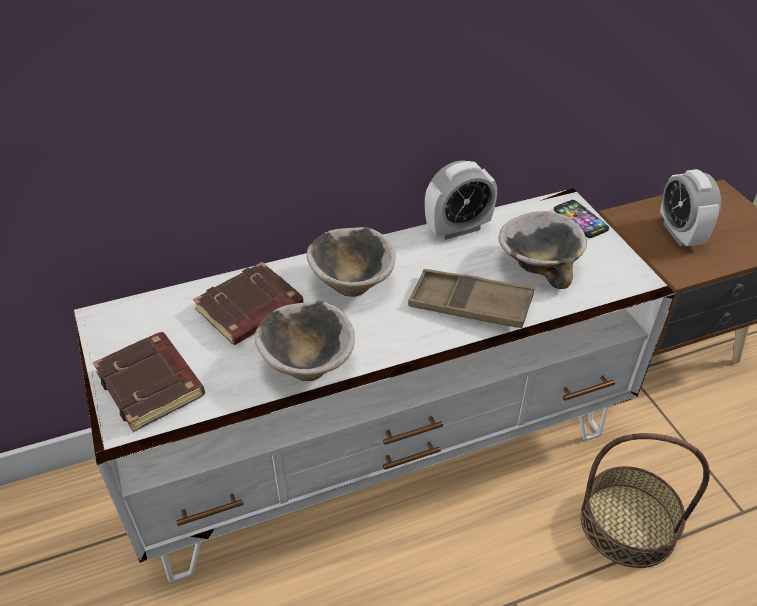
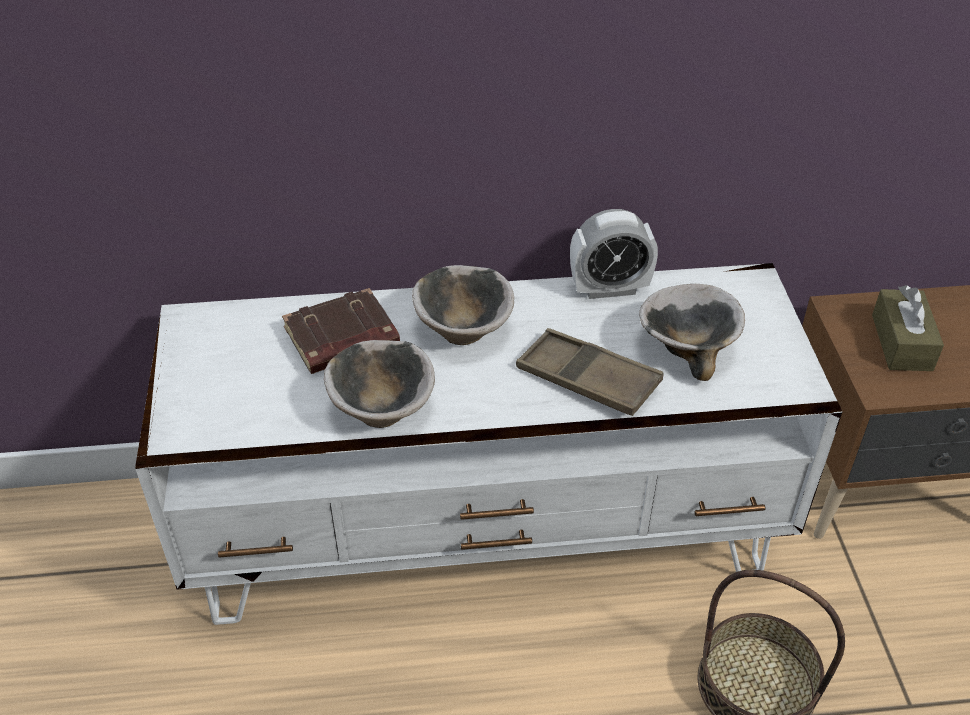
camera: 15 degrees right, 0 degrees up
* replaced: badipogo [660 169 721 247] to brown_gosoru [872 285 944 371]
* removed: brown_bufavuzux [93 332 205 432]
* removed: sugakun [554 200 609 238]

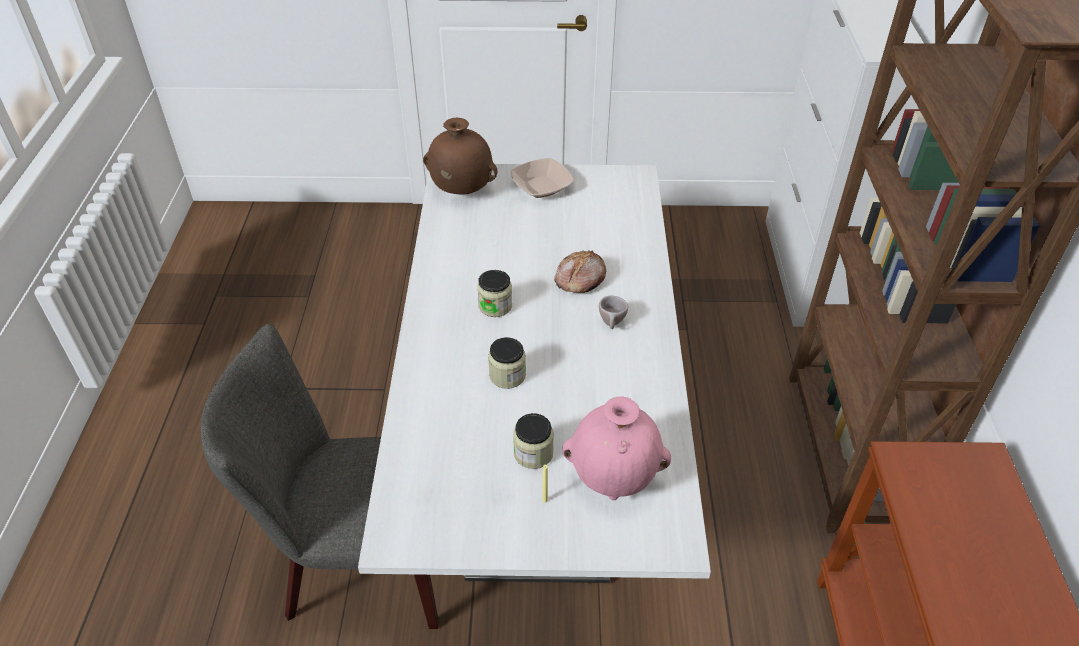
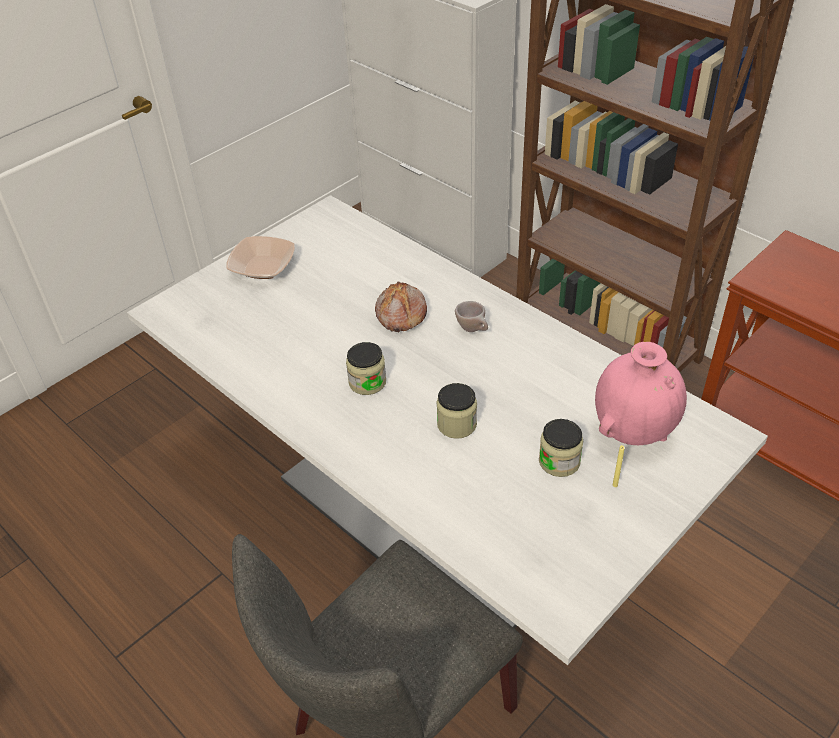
camera: 45 degrees left, 0 degrees up
* removed: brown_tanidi [423 118 497 195]

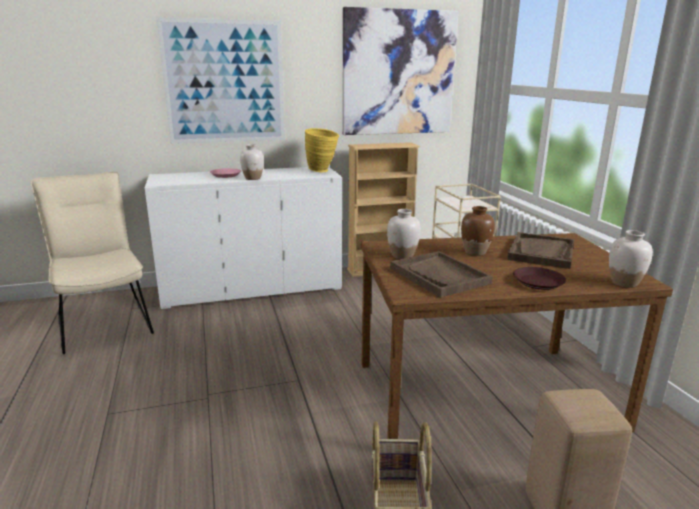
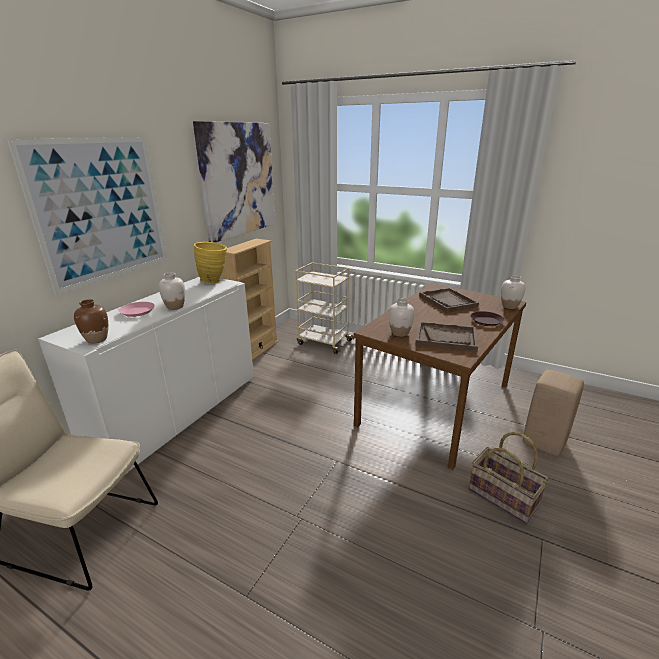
camera: 45 degrees left, 5 degrees up
* moved: brown_tanidi [461 206 495 256] to [74 299 108 344]

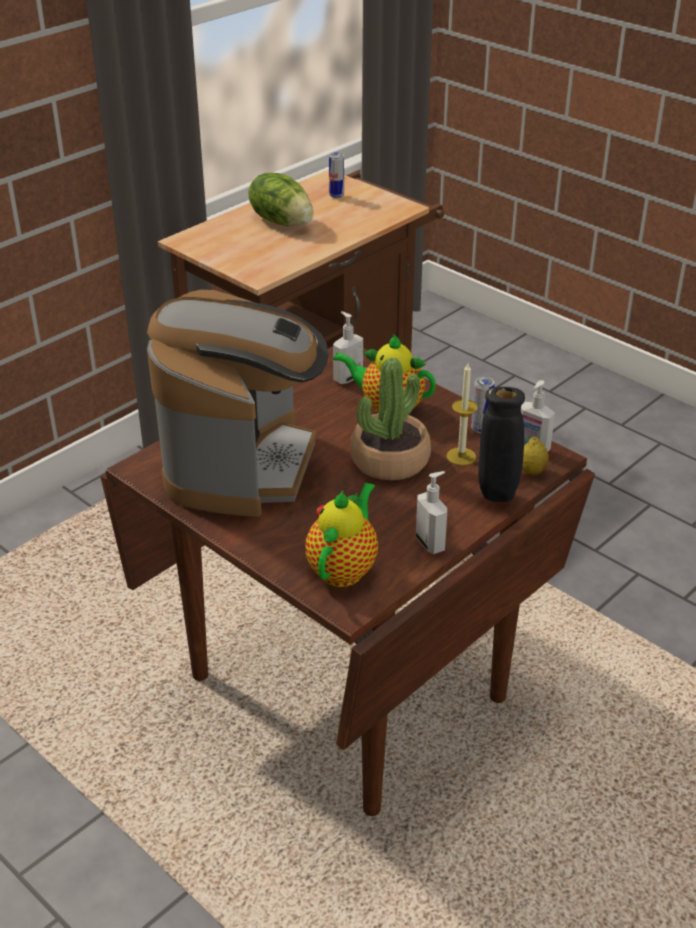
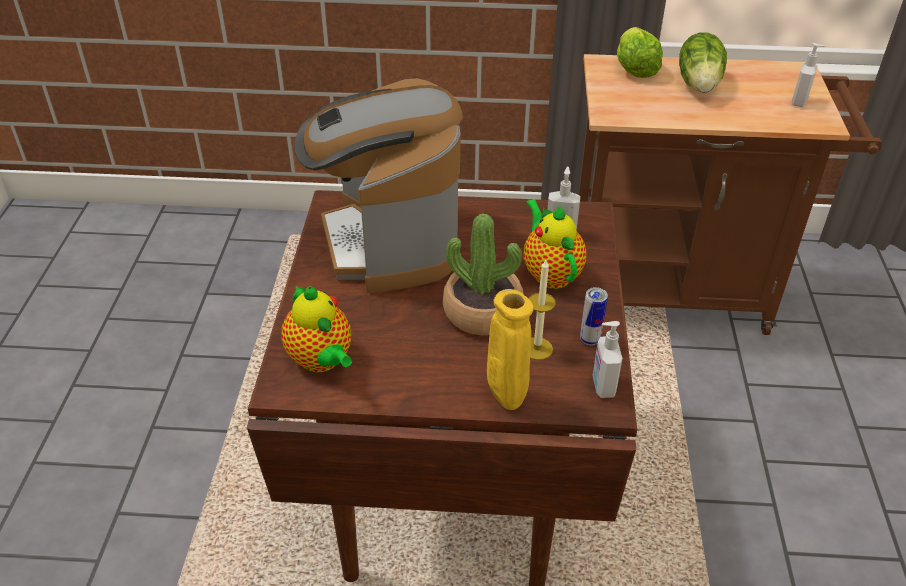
camera: 50 degrees right, 5 degrees up
* turned: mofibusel [305 483 378 587] = [281 286 352 372] 75 degrees clockwise
* turned: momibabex [147 290 329 517] = [294 78 463 293] 105 degrees clockwise
* recoloured: black_tanidi [478 387 525 502] to yellow_tanidi [487 289 534 410]
* added: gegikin [617 27 663 78]
* moved: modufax [416 471 447 554] to [792 43 825 107]
* removed: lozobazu [329 152 344 199]
* removed: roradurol [522 437 549 476]

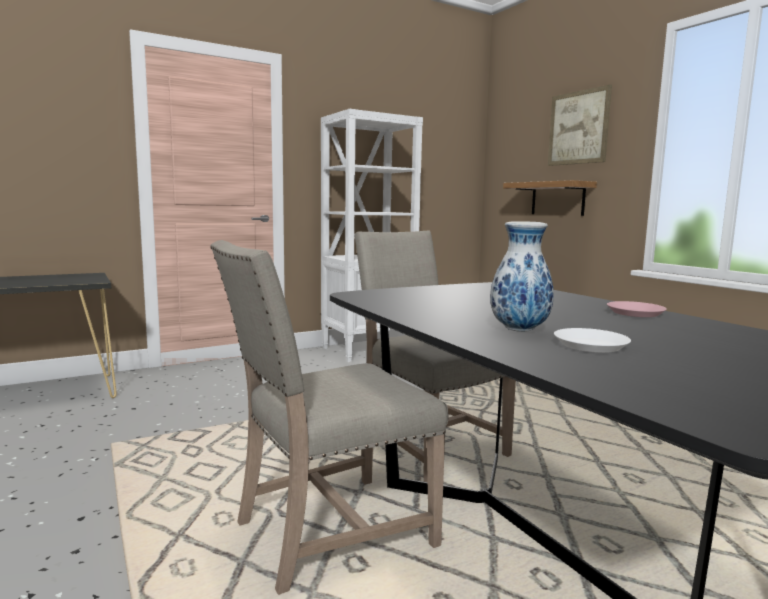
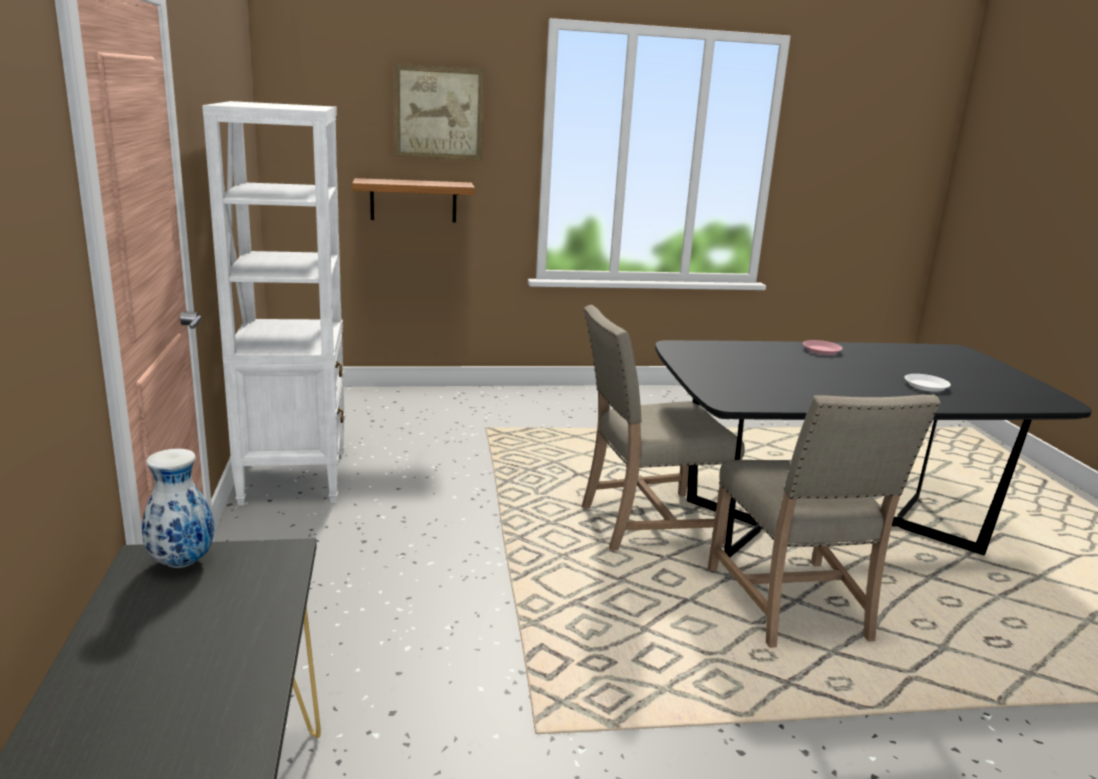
camera: 70 degrees left, 10 degrees up
* moved: tanidi [490 221 554 332] to [142 449 214 568]

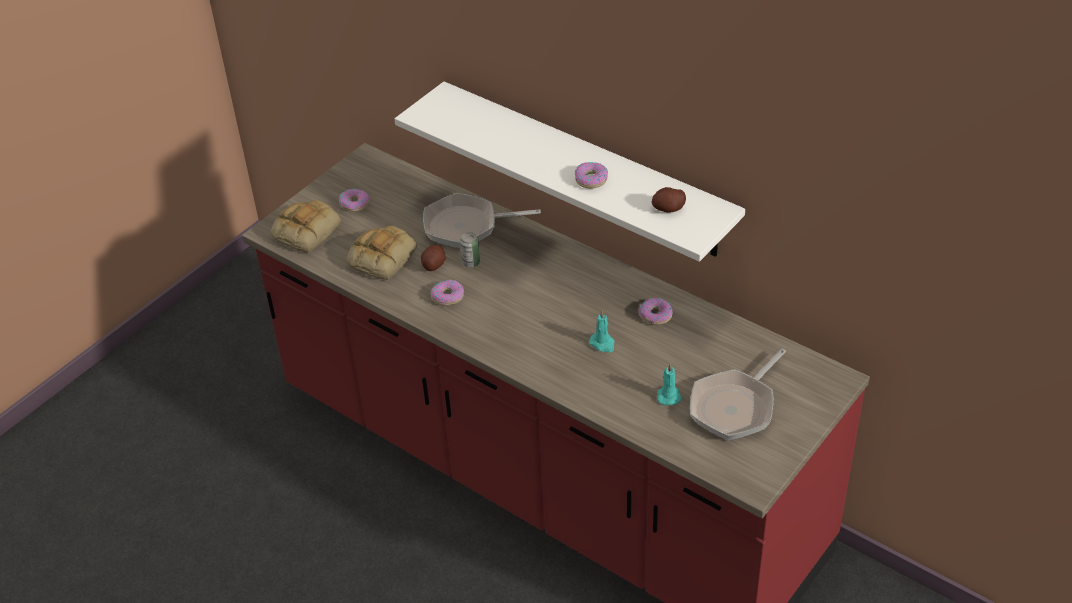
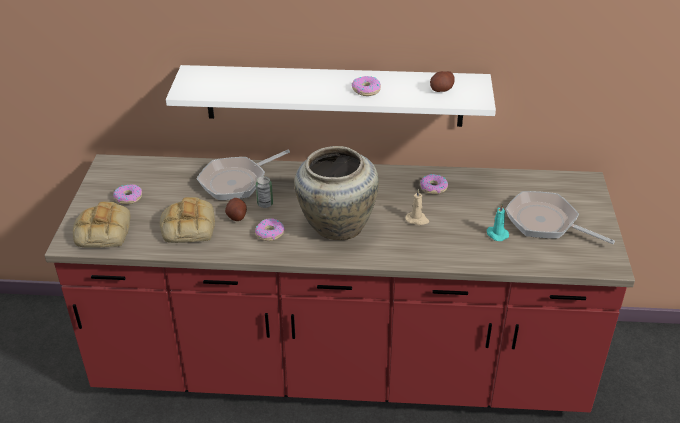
camera: 35 degrees left, 5 degrees down
* added: beige_tanidi [294 146 379 240]
* recoloured: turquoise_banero [589 311 615 353] to beige_banero [405 189 429 225]
* turned: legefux [690 349 786 440] = [505 191 615 244] 120 degrees clockwise

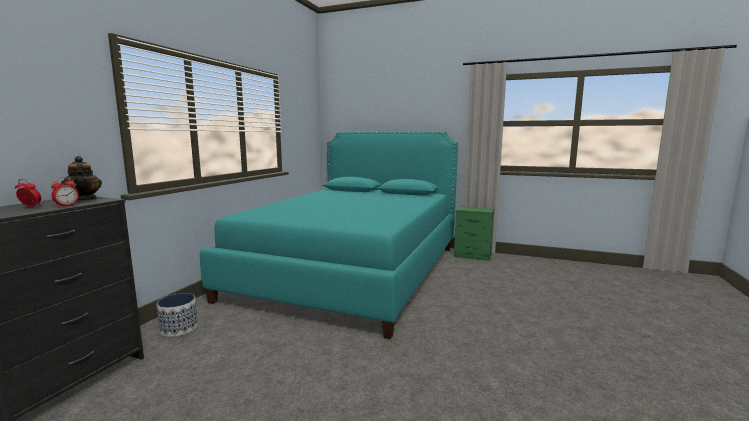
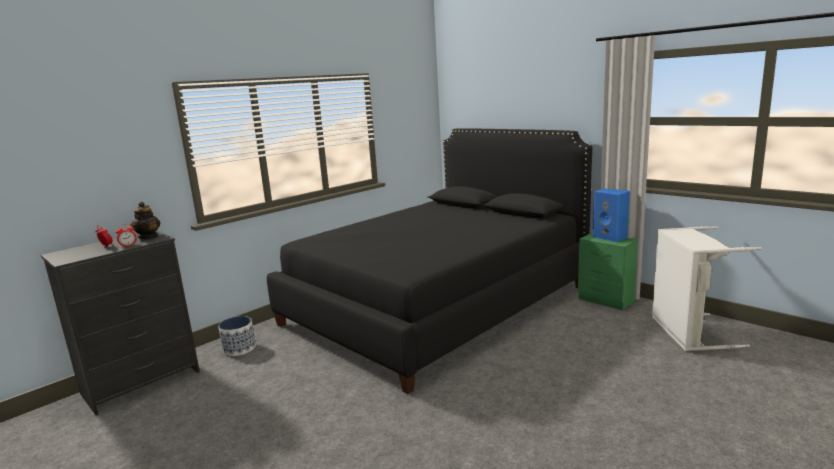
camera: 25 degrees right, 5 degrees up
* recoloured: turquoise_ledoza [200 131 458 339] to black_ledoza [267 128 592 394]
* added: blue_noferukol [593 188 630 242]
* added: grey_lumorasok [652 226 762 351]

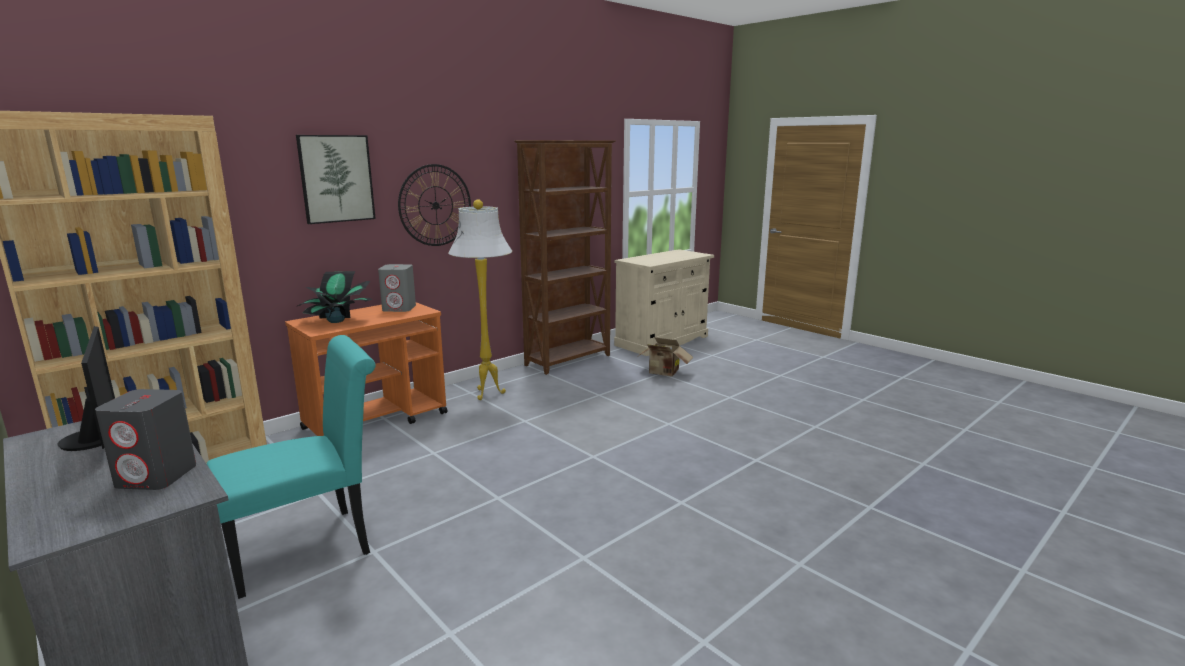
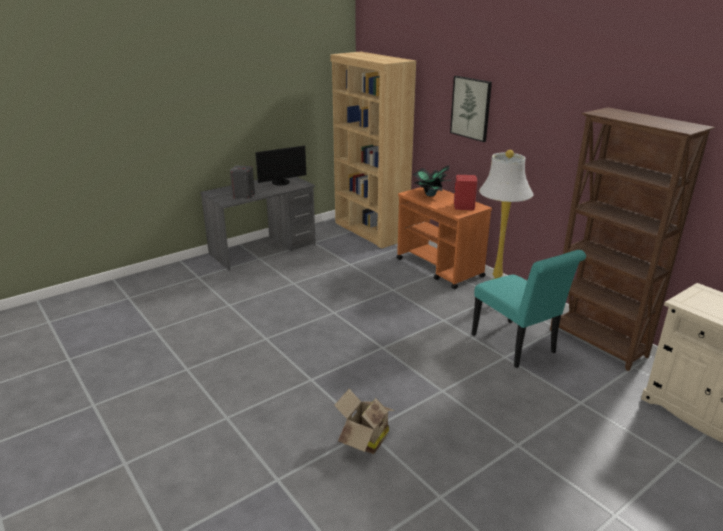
camera: 95 degrees right, 10 degrees up
* moved: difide [637 337 693 377] to [334 389 395 454]
* recoloured: grey_noferukol [378 264 416 312] to red_noferukol [454 175 477 210]
* moved: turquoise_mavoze [206 335 376 599] to [472 250 586 368]
* removed: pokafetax [398 164 471 246]

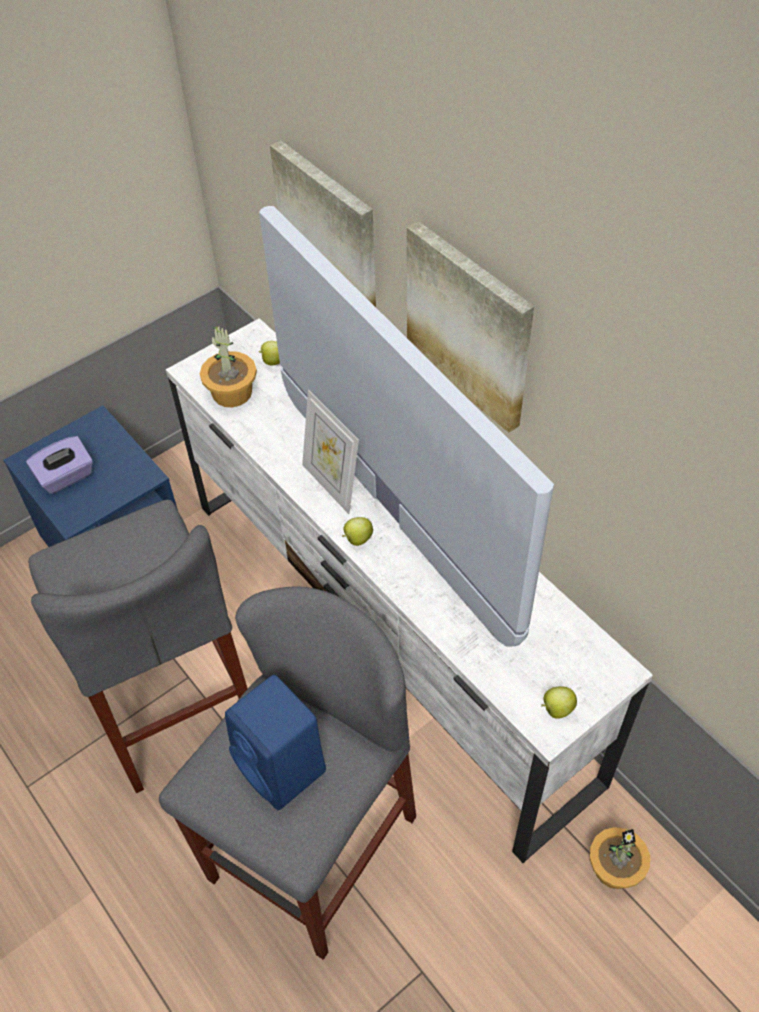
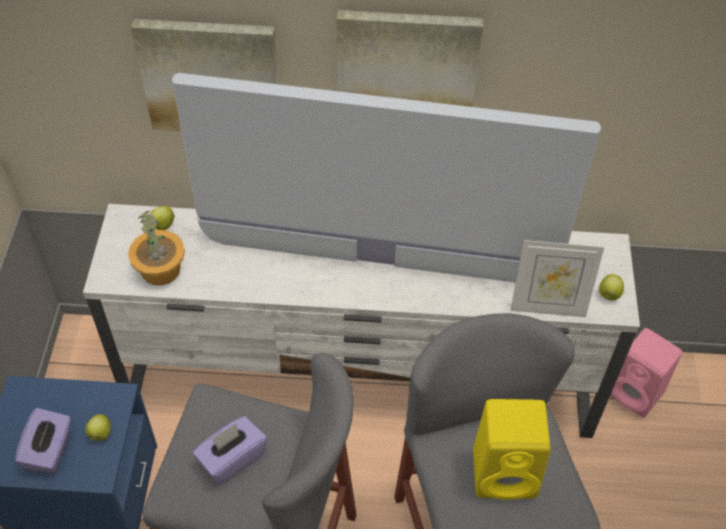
camera: 50 degrees left, 0 degrees up
* moved: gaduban [342 517 373 546] to [85 414 111 441]
* added: purple_gosoru [193 416 268 485]
* recoloured: blue_noferukol [225 675 326 810] to yellow_noferukol [473 399 551 500]
* moved: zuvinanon [302 390 359 514] to [511 240 604 317]
* replaced: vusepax [589 827 650 889] to pink_noferukol [610 328 682 418]

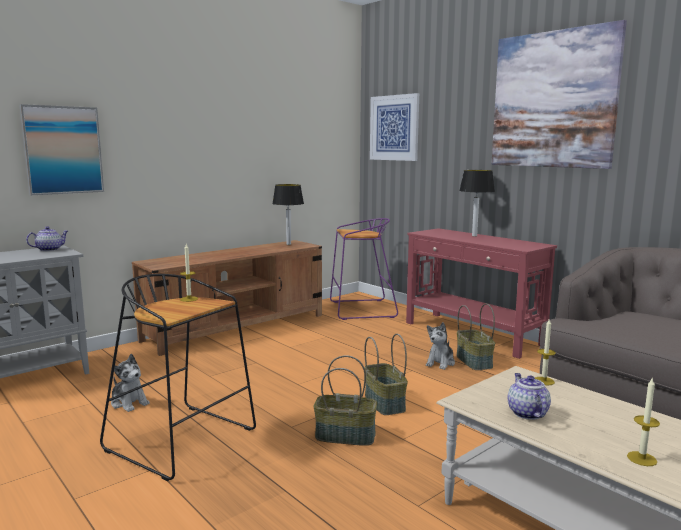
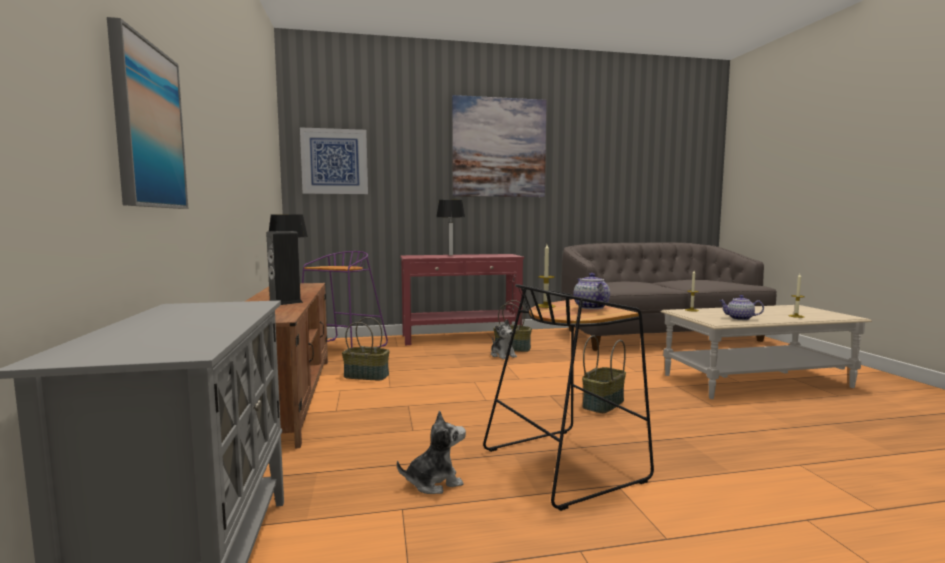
camera: 60 degrees left, 5 degrees down
* added: noferukol [266 231 303 305]
* moved: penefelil [364 334 408 415] to [342 317 390 380]
* moved: mofibusel [26 226 68 251] to [573 273 610 309]

